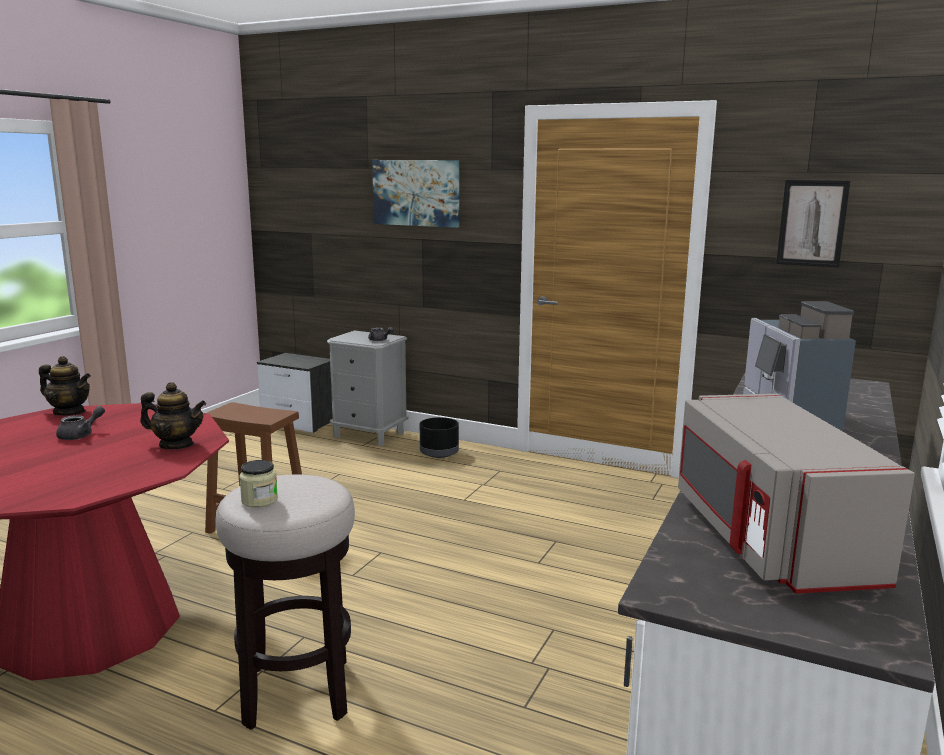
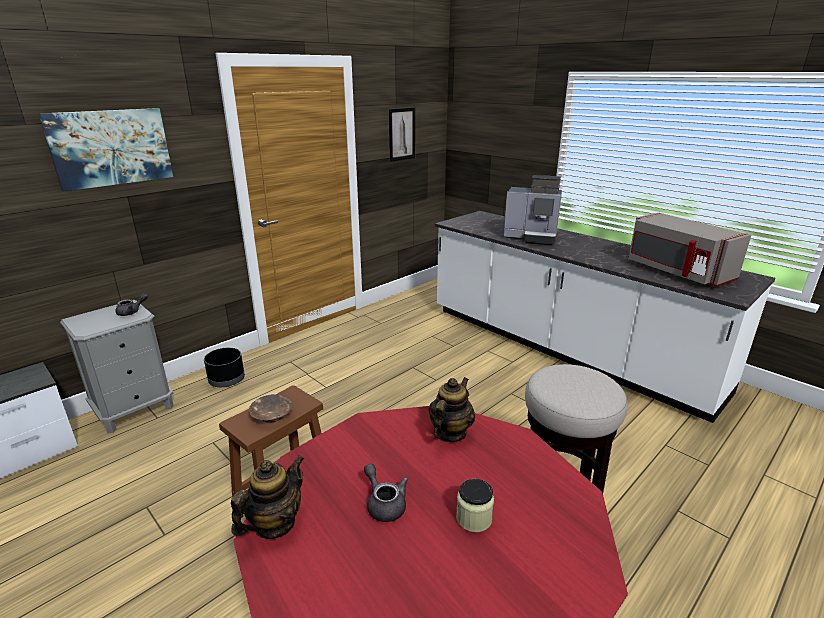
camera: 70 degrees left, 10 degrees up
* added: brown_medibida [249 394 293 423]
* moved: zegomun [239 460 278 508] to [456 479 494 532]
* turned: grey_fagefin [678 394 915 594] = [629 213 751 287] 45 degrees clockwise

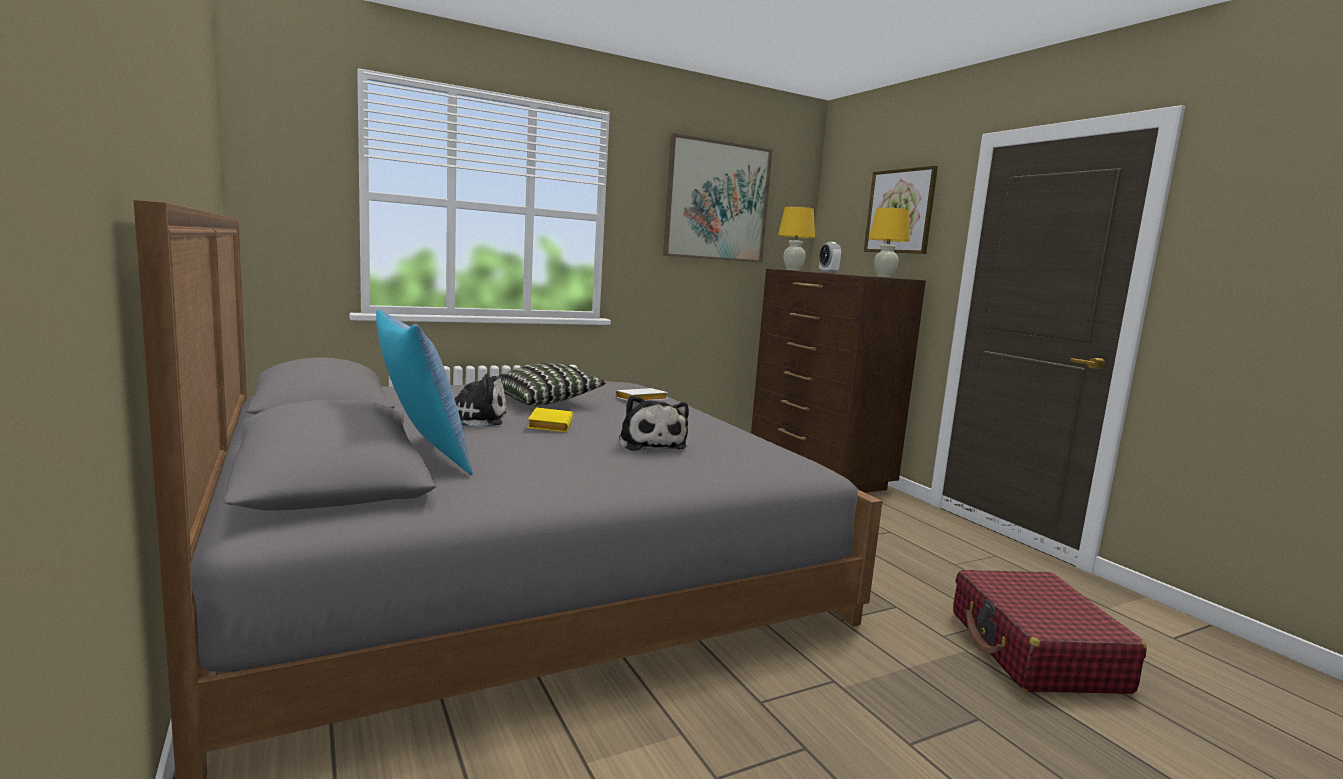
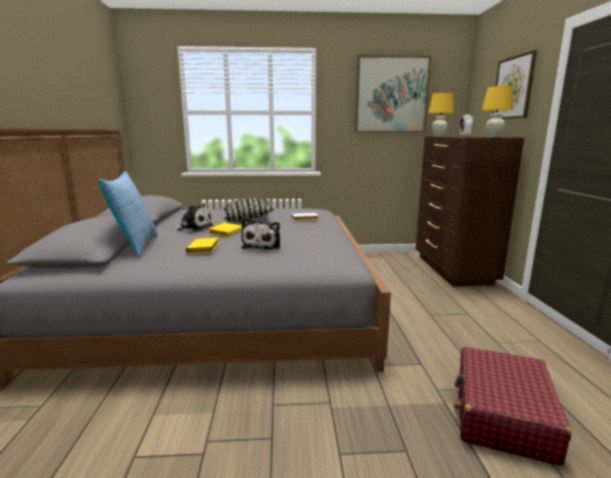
camera: 25 degrees right, 5 degrees up
* added: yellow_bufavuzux [186 238 219 254]

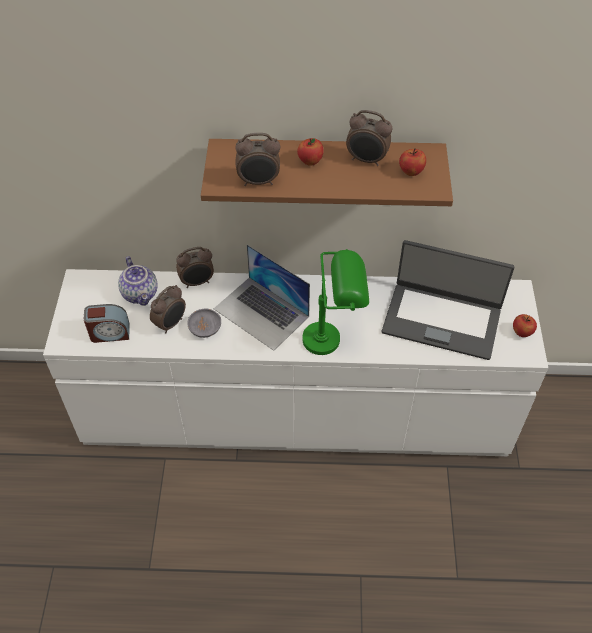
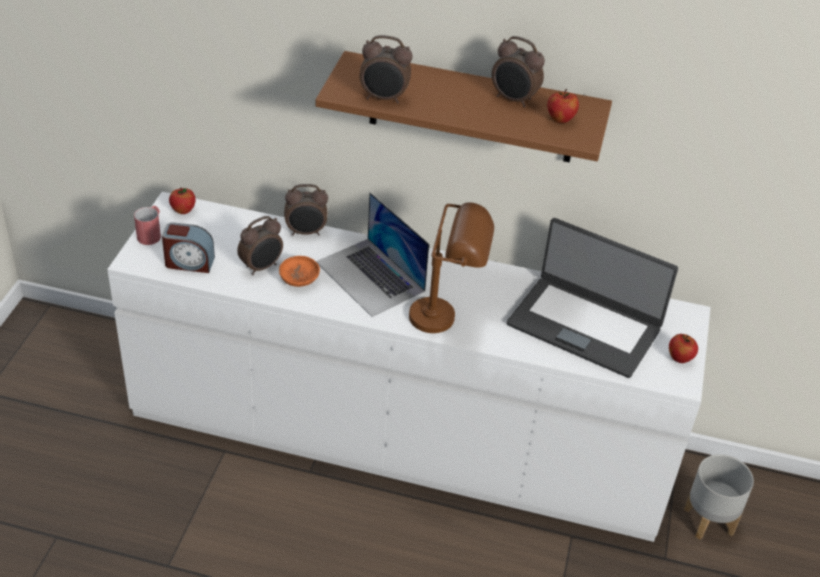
camera: 10 degrees right, 10 degrees down
* added: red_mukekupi [134 206 161 245]
* moved: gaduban [297 138 324 166] to [169 187 196 214]
* recoloured: grey_medibida [187 308 221 338] to orange_medibida [279 256 320 287]
* recoloured: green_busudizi [302 249 369 355] to brown_busudizi [409 202 494 333]
* added: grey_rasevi [684 454 754 540]
* removed: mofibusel [118 256 158 306]

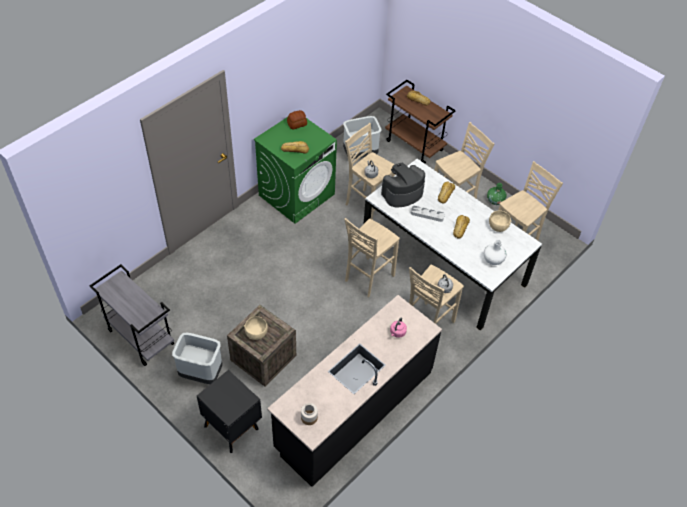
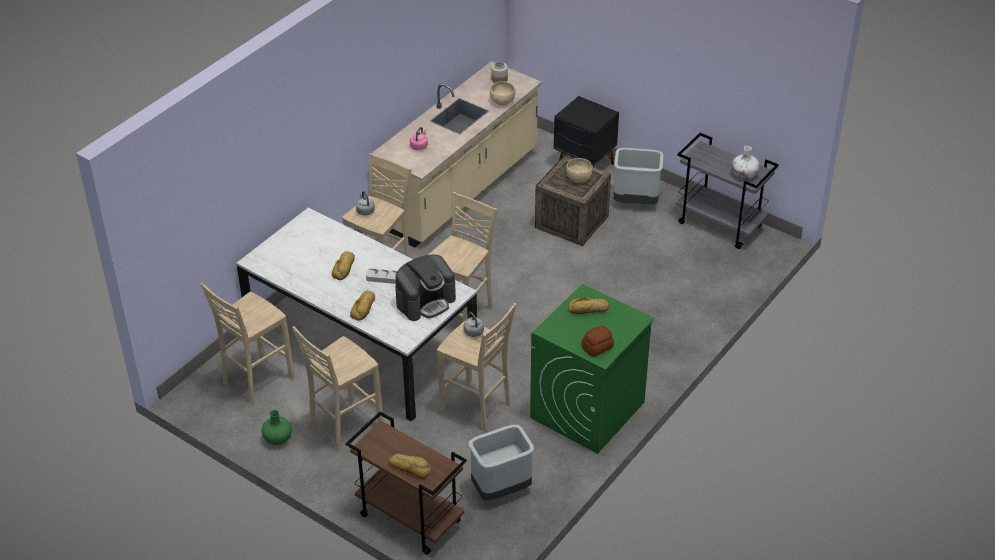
camera: 175 degrees right, 10 degrees down
* recoloured: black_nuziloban [267 295 442 487] to beige_nuziloban [372 61 542 247]
* moved: beige_medibida [489 211 512 232] to [489 81 515 105]
* moved: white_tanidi [484 240 506 265] to [732 146 759 180]

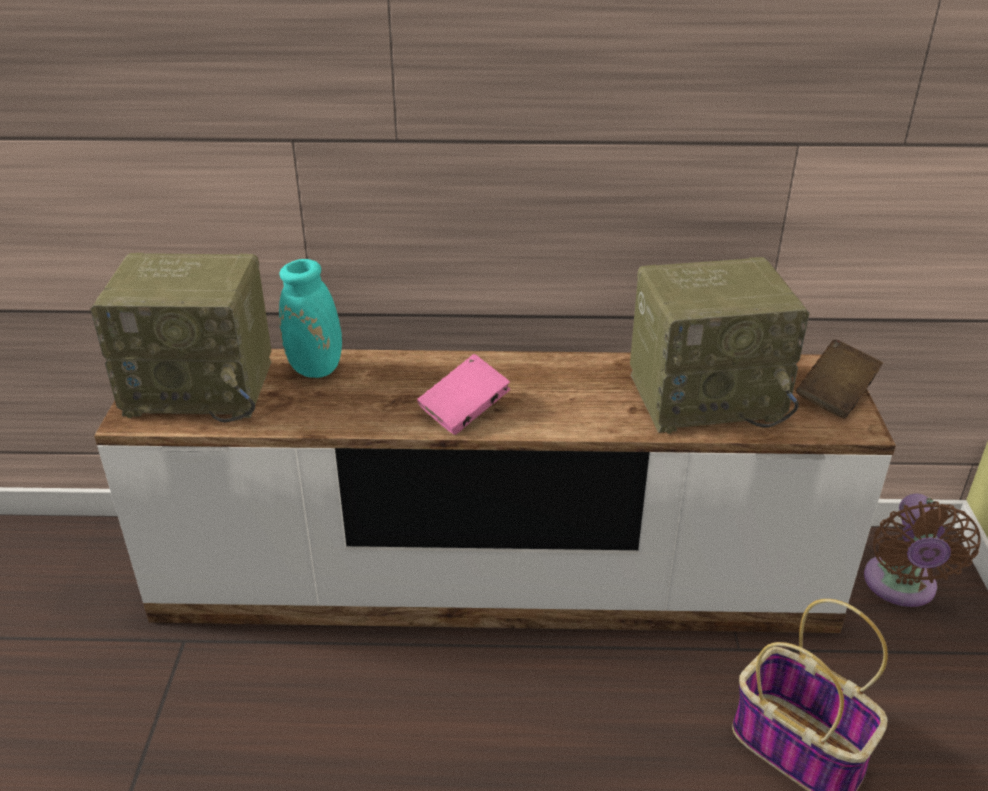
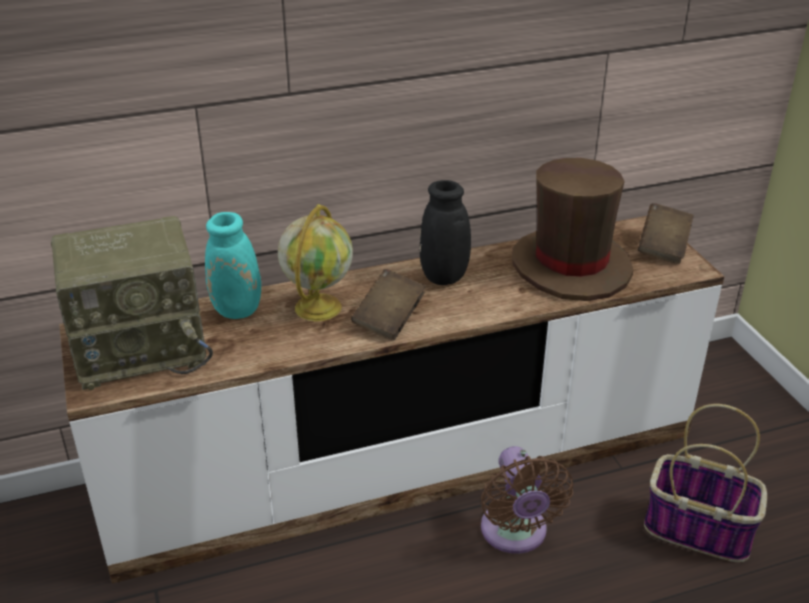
camera: 20 degrees left, 0 degrees up
* added: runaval [278 204 353 321]
* recoloured: pink_bufavuzux [417 354 510 435] to brown_bufavuzux [351 269 426 340]
* added: black_tanidi [419 180 471 285]
* moved: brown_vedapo [864 494 981 607] to [481 446 573 554]
* replaced: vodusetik [630 257 810 434] to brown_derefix [512 158 633 301]

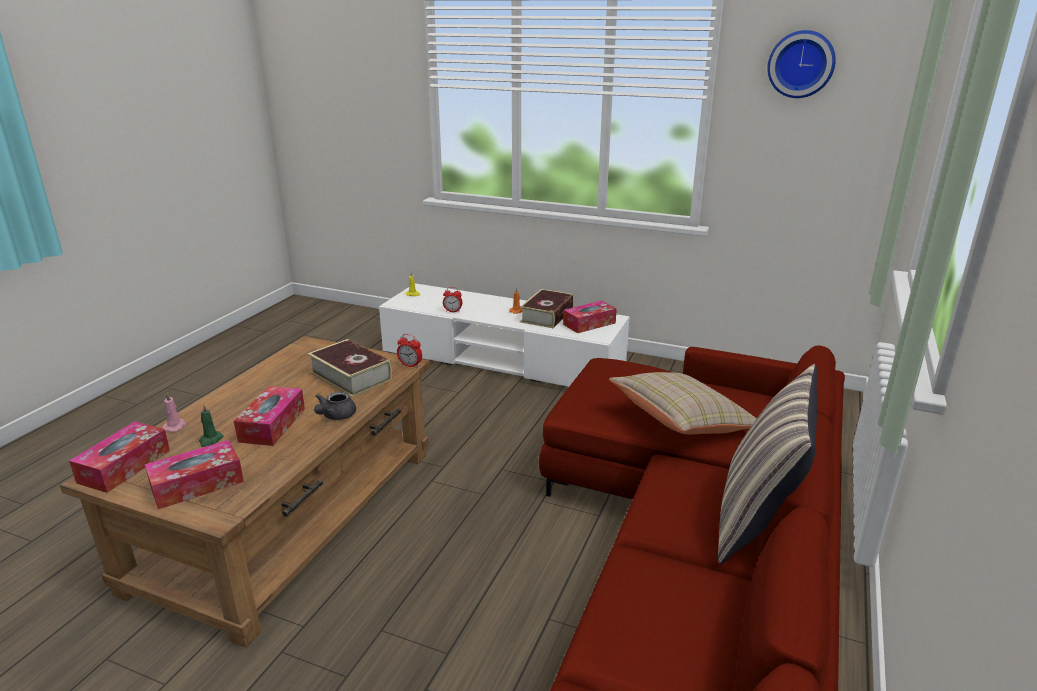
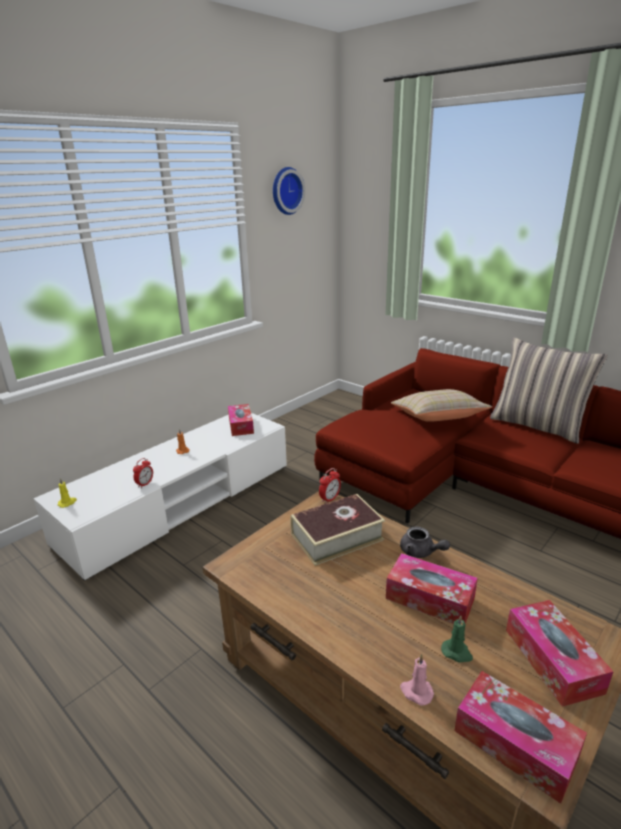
camera: 70 degrees left, 0 degrees up
* removed: bufavuzux [520 289 574 328]

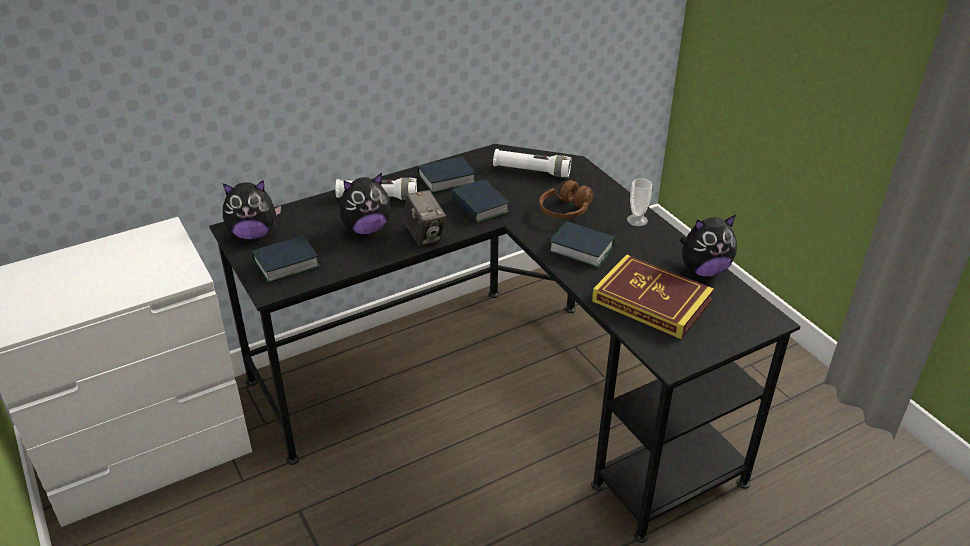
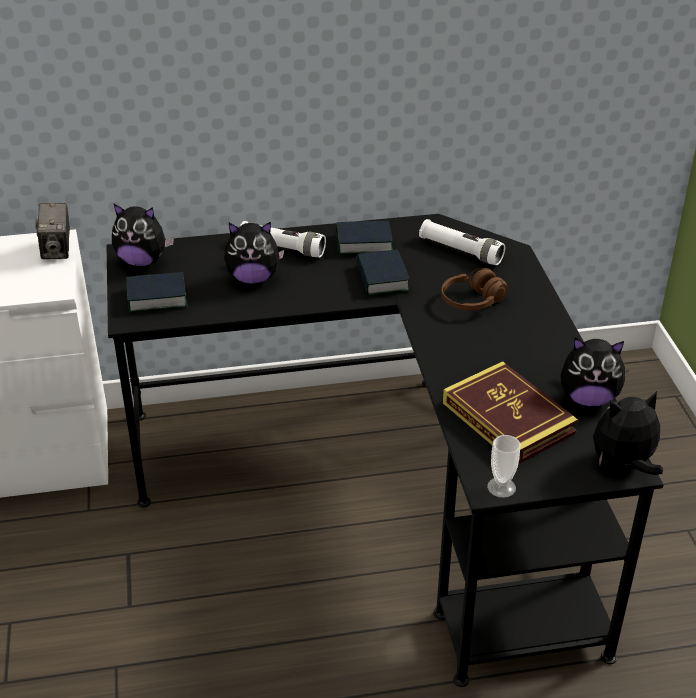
camera: 20 degrees right, 0 degrees up
* moved: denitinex [403 190 446 246] to [35 203 70 259]
* moved: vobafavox [627 178 652 226] to [487 435 521 498]
* added: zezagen [593 391 663 475]
* removed: bufavuzux [549 221 615 268]

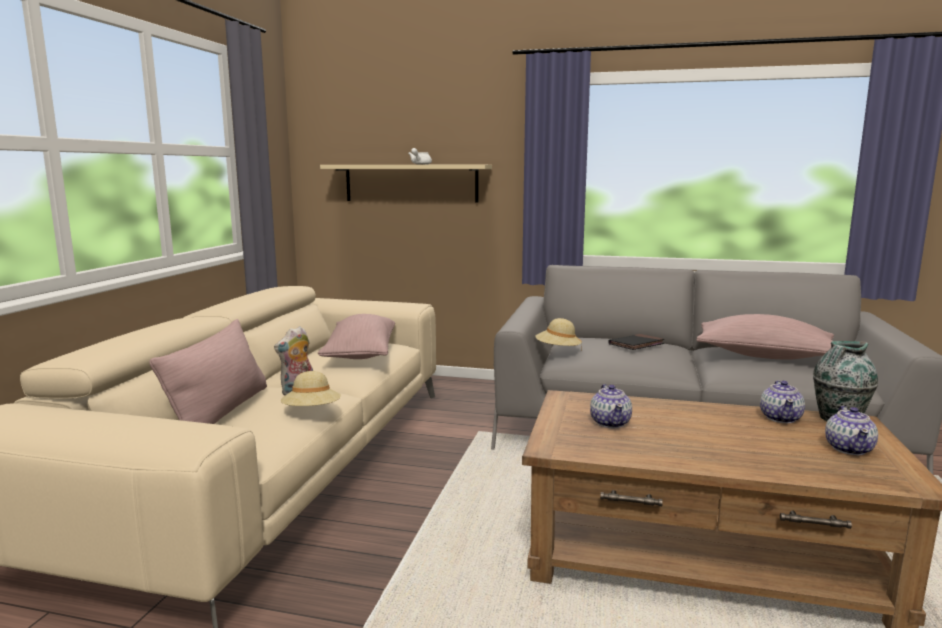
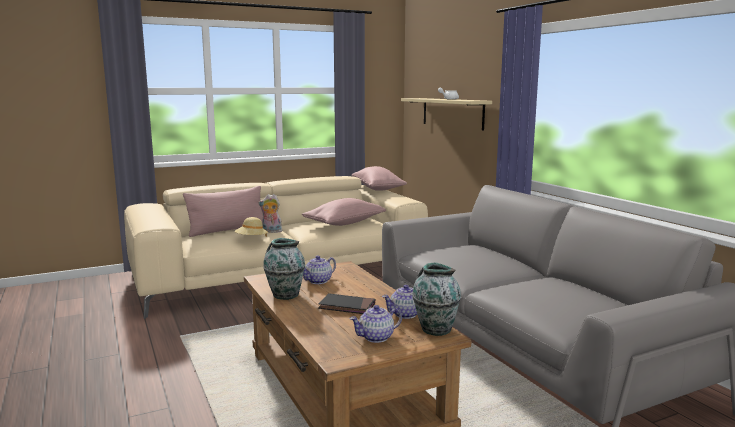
camera: 50 degrees right, 0 degrees up
* added: tanidi [263 238 305 300]
* moved: black_bufavuzux [609 334 664 350] to [318 293 375 314]
* moved: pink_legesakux [696 314 834 359] to [351 166 407 191]
* removed: beige_derefix [535 318 582 352]

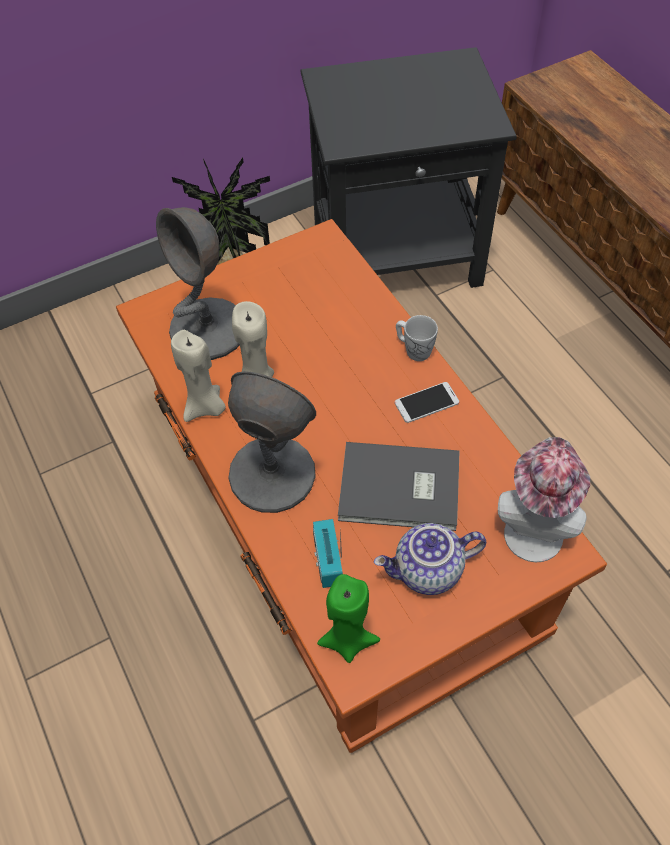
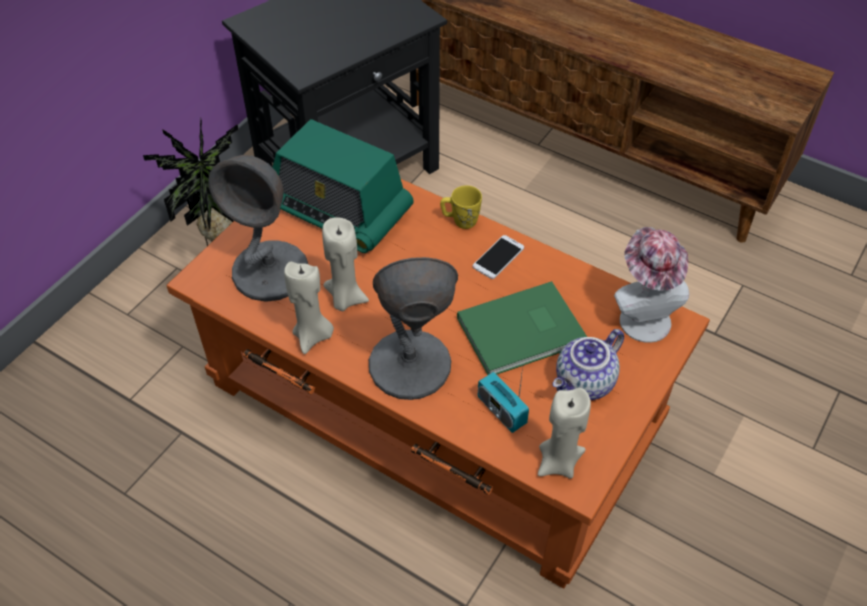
camera: 30 degrees left, 5 degrees down
* added: vodusetik [272 119 414 253]
* recoloured: white_mukekupi [396 315 438 361] to yellow_mukekupi [440 185 482 229]
* recoloured: grey_bufavuzux [338 442 460 531] to green_bufavuzux [457 281 587 375]
* recoloured: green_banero [317 574 380 663] to beige_banero [538 388 591 479]

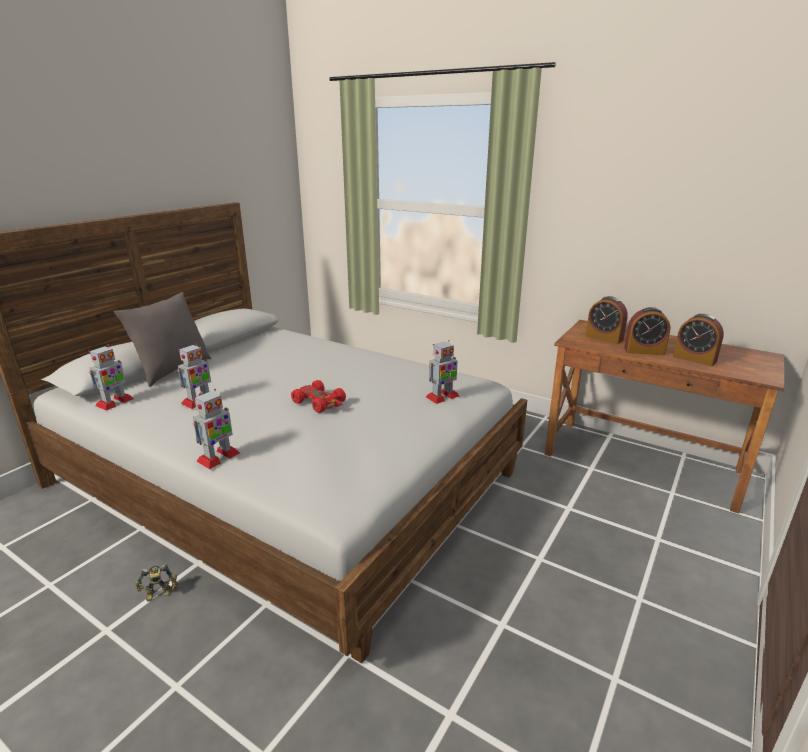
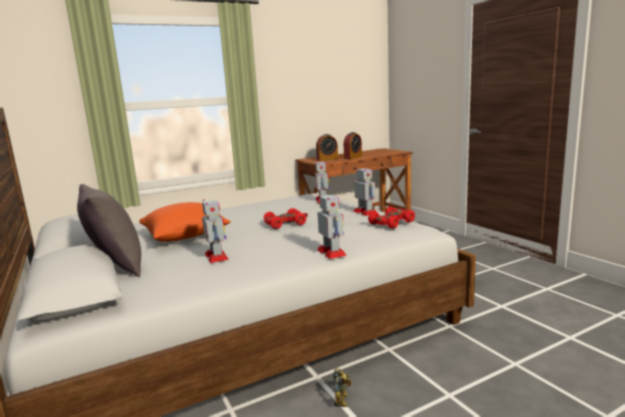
camera: 60 degrees left, 10 degrees down
* added: orange_legesakux [139 202 231 242]
* moved: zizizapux [88 344 134 410] to [353 168 377 216]
* added: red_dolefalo [368 207 415 229]
* removed: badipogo [673 314 724 366]

